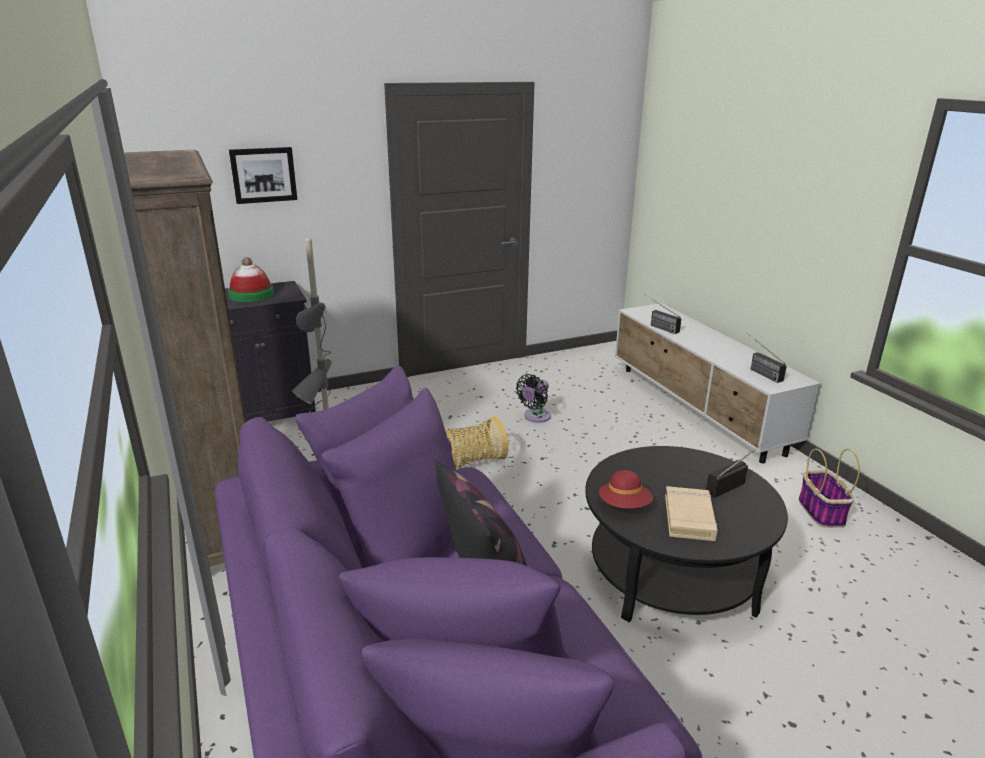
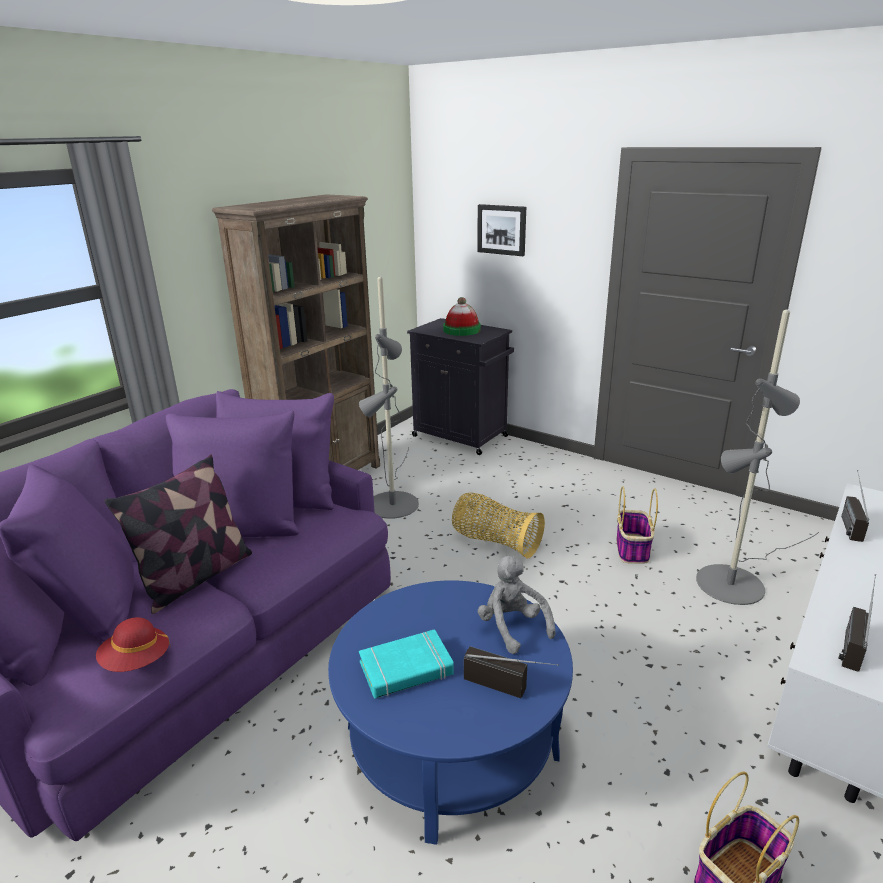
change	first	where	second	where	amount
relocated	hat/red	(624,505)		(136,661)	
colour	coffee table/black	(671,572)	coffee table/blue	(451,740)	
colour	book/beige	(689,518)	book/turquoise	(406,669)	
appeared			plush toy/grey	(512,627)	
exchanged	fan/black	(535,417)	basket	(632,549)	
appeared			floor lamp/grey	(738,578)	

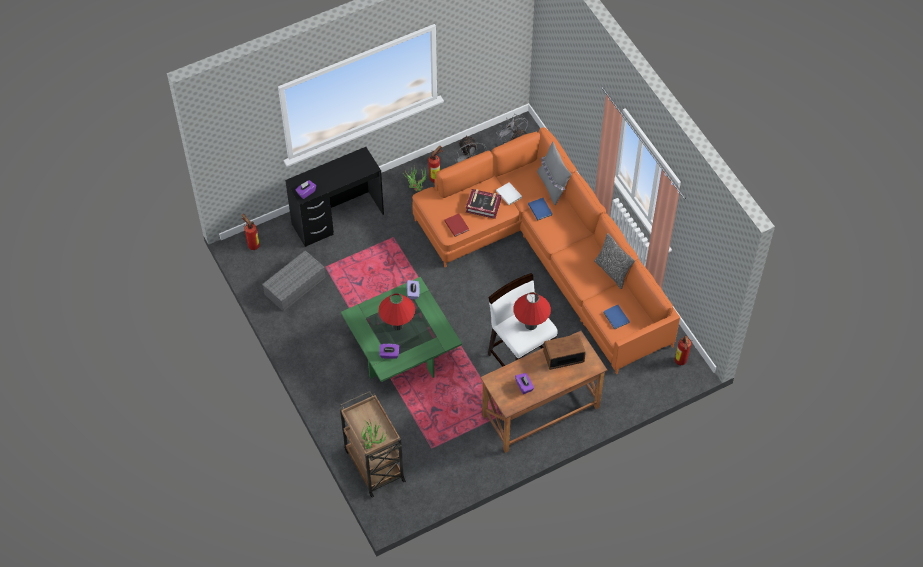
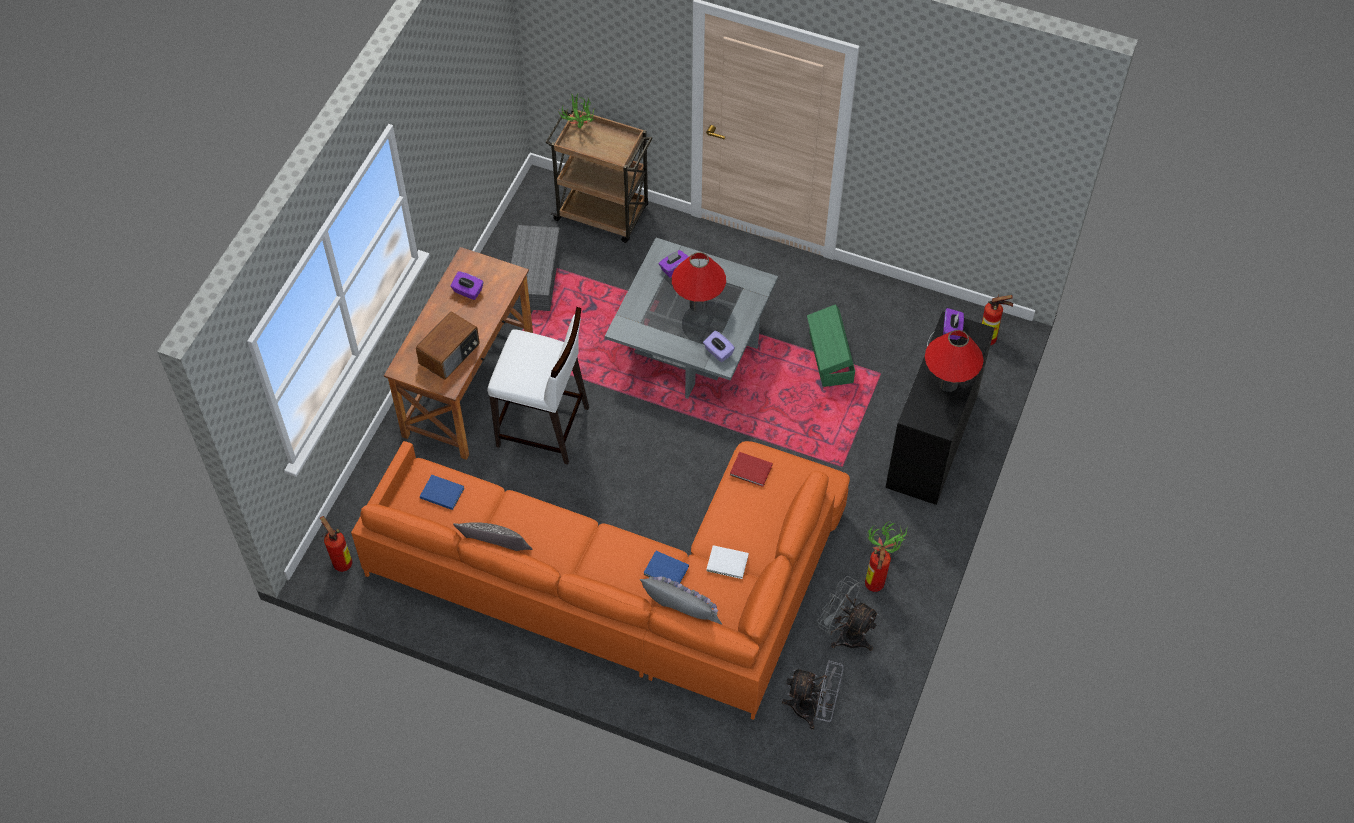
change	first	where	second	where	amount
relocated	storage box/grey	(294,287)		(534,275)	
colour	coffee table/green	(402,350)	coffee table/grey	(691,344)	
appeared			storage box/green	(830,358)	
relocated	table lamp/red	(531,325)		(948,383)	
missing	book	(483,205)			

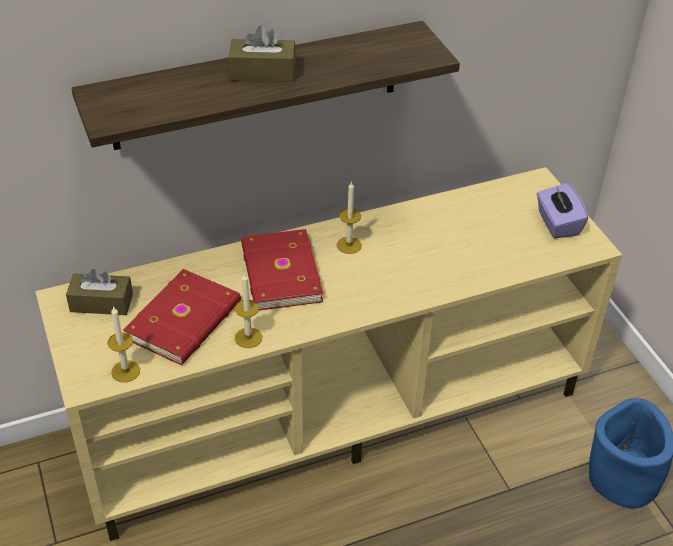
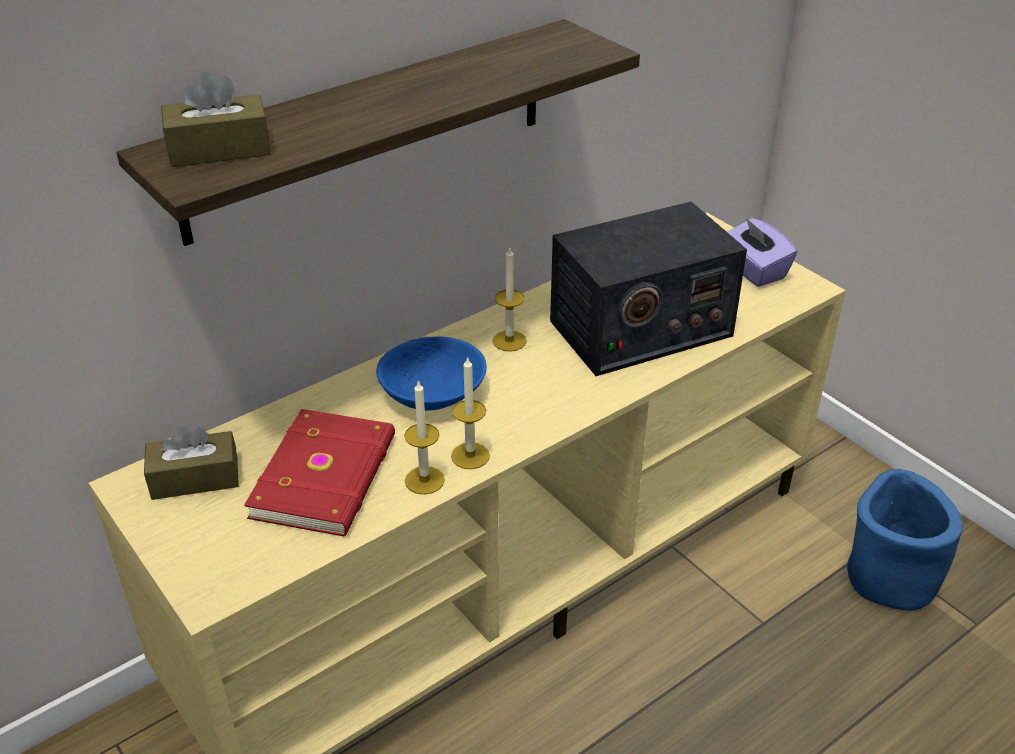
change	first	where	second	where	amount
relocated	tissue box/brown	(263,72)		(219,149)	
exchanged	book/red	(279,274)	bowl/blue	(433,392)	
relocated	candle	(125,371)		(470,456)	
appeared			radio	(639,329)	

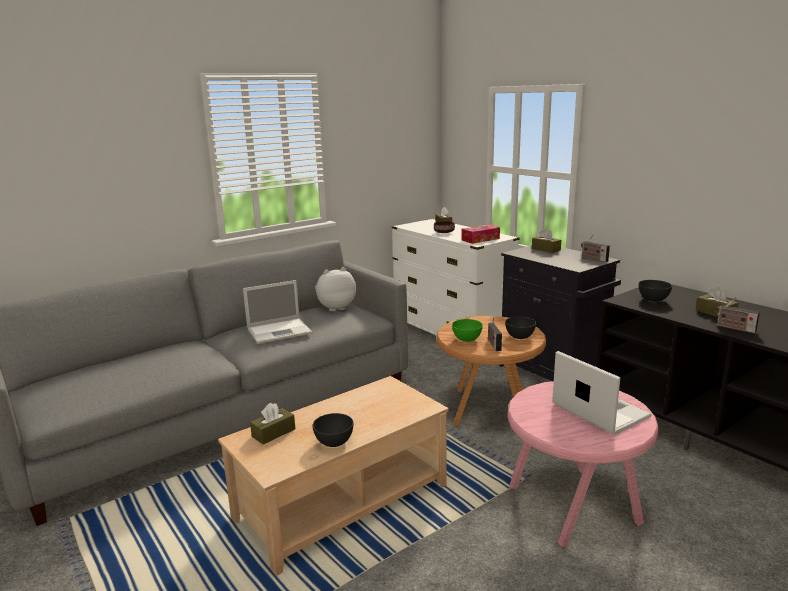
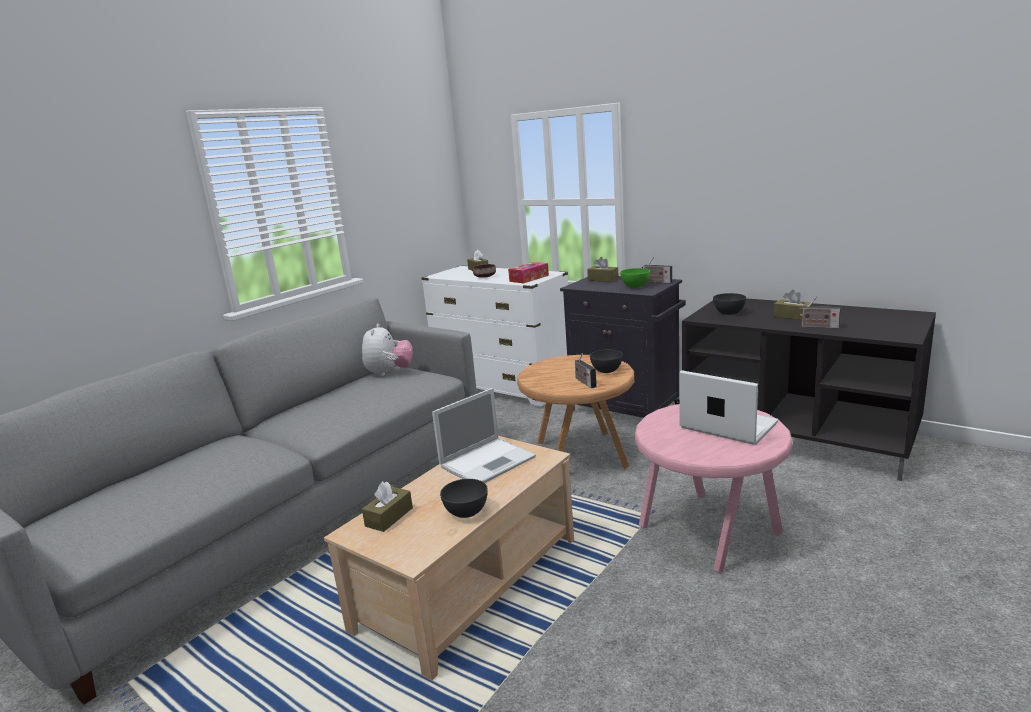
change	first	where	second	where	amount
spun	plush toy	(335,308)		(389,373)	135 degrees clockwise
relocated	laptop	(280,331)		(488,461)	
relocated	bowl/green	(467,339)		(635,286)	

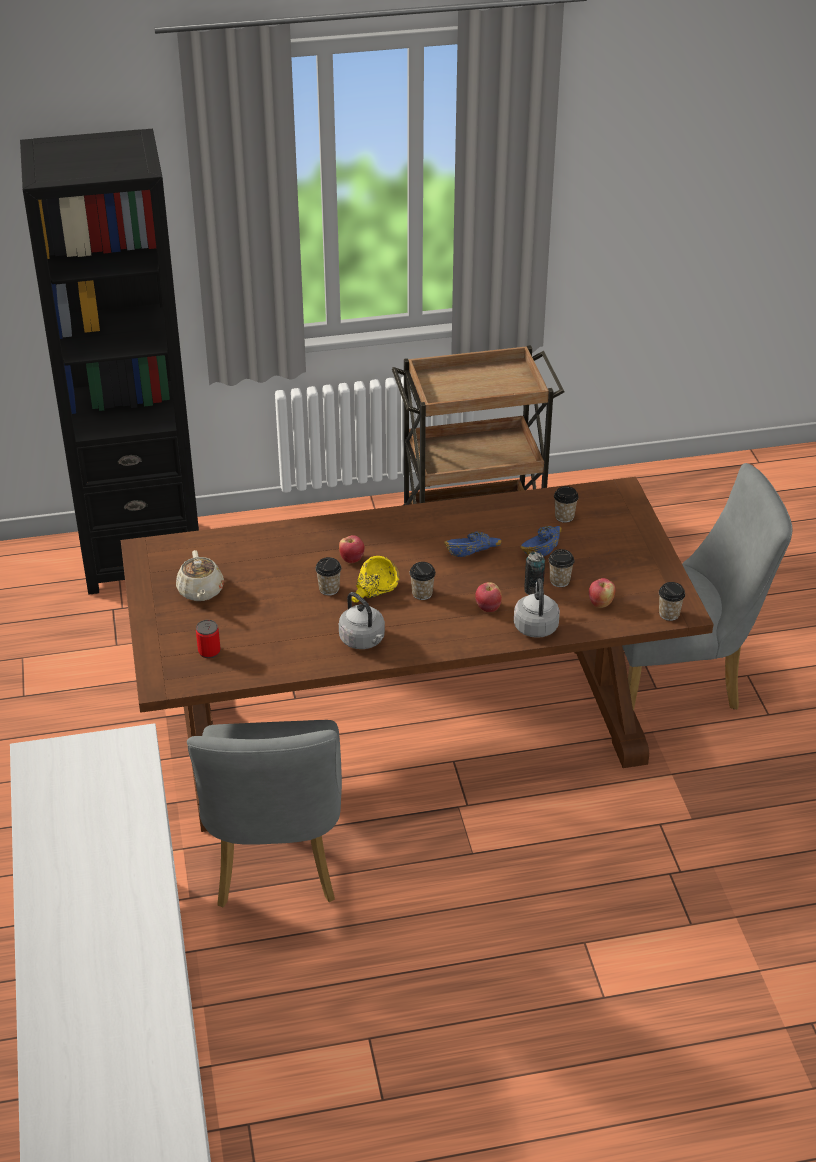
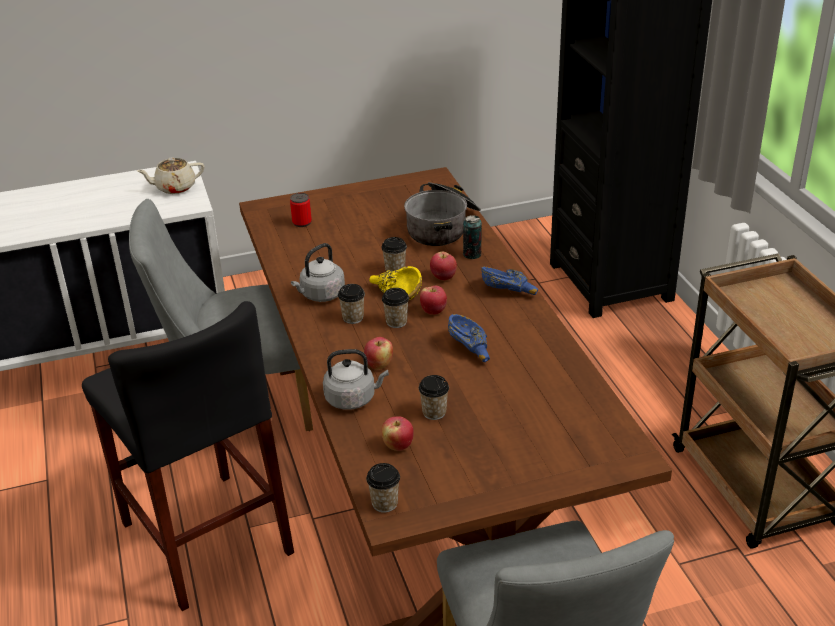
change	first	where	second	where	amount
appeared			stool/black	(206,538)	
relocated	teapot/beige	(200,591)		(174,187)	
relocated	cup	(564,517)		(353,318)	
appeared			cooking pot	(443,227)	
appeared			apple	(433,311)	
relocated	can	(533,590)		(472,254)	
relocated	bowl/blue	(542,548)		(509,290)	

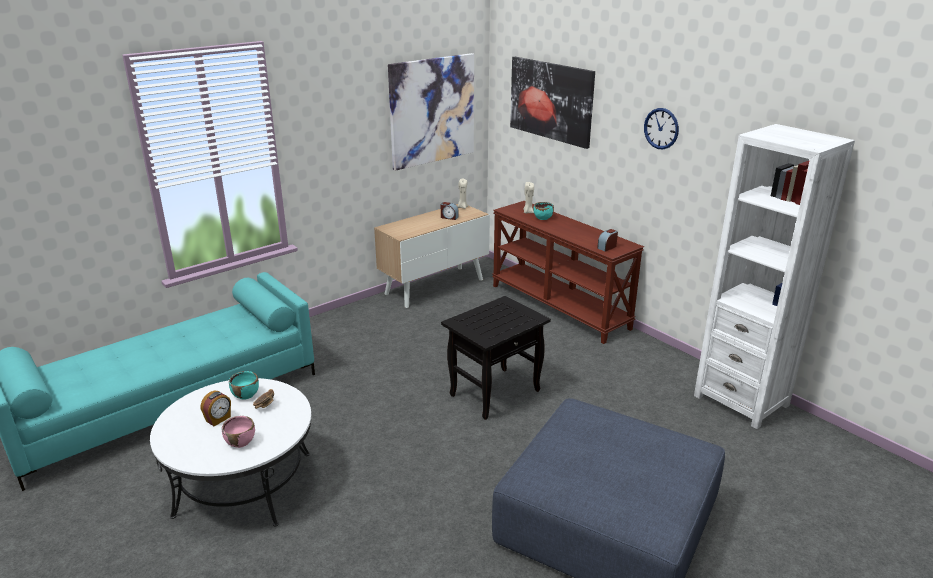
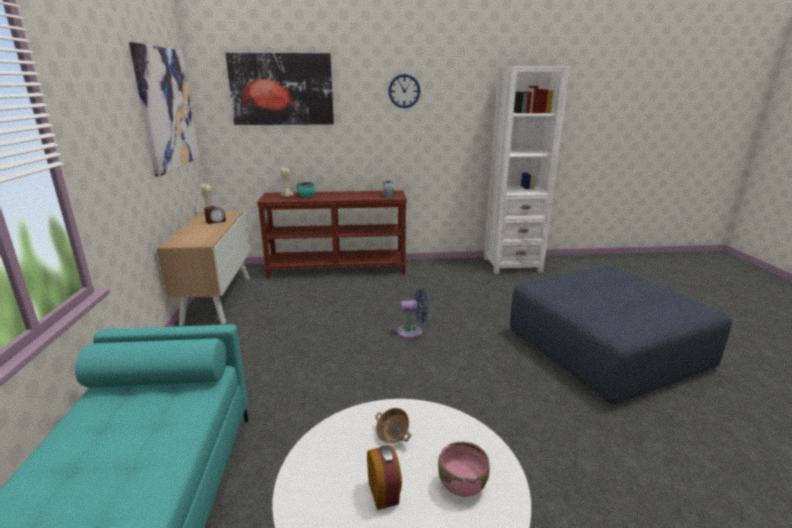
change	first	where	second	where	amount
exchanged	side table/black	(495,392)	fan/blue	(412,332)	
missing	bowl/turquoise	(246,394)			

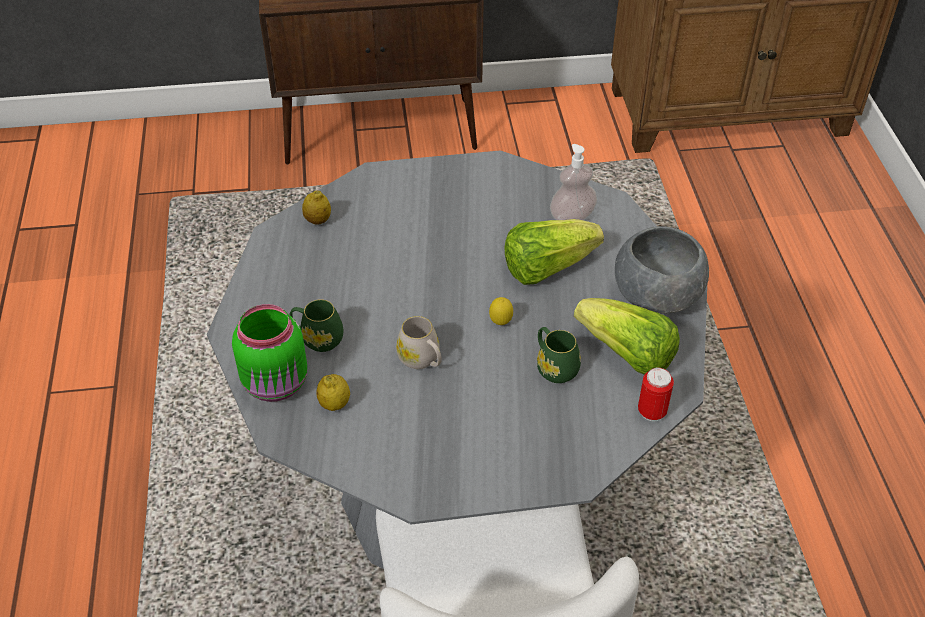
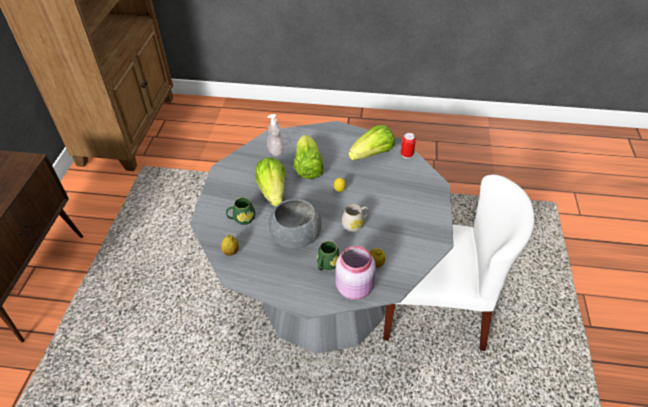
change	first	where	second	where	amount
relocated	mug/green	(554,367)		(241,219)	
appeared			lettuce	(273,191)	
relocated	bowl/grey	(657,295)		(295,236)	
colour	jar/green	(277,384)	jar/pink	(355,287)	

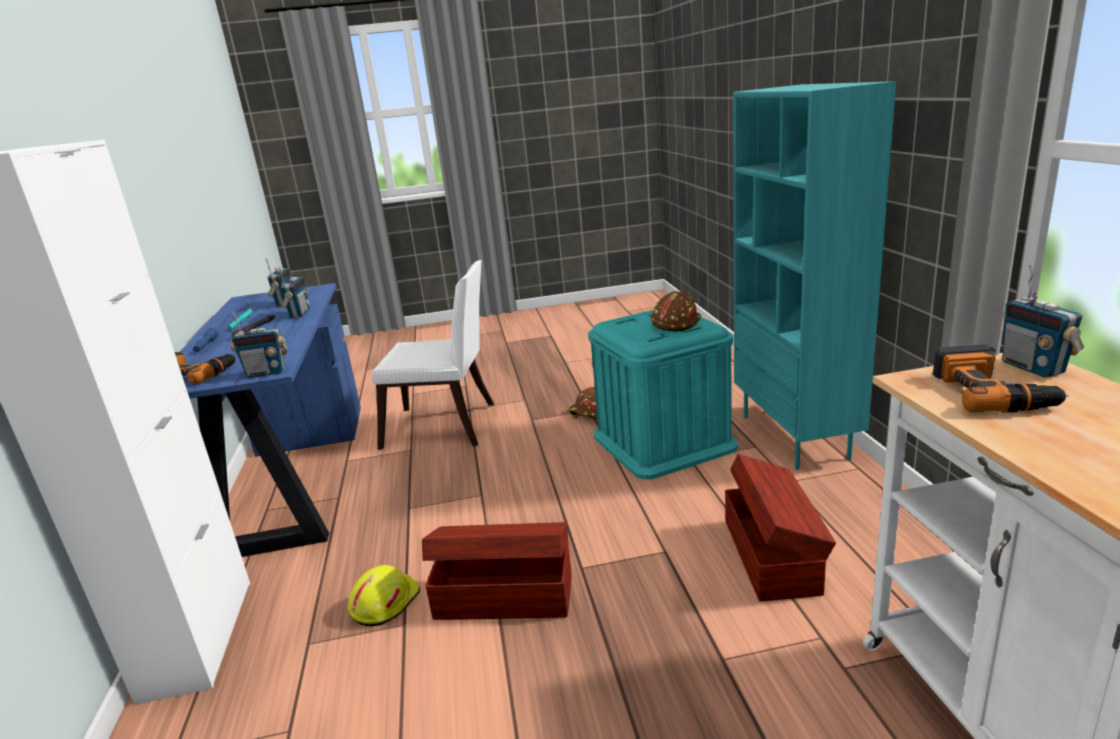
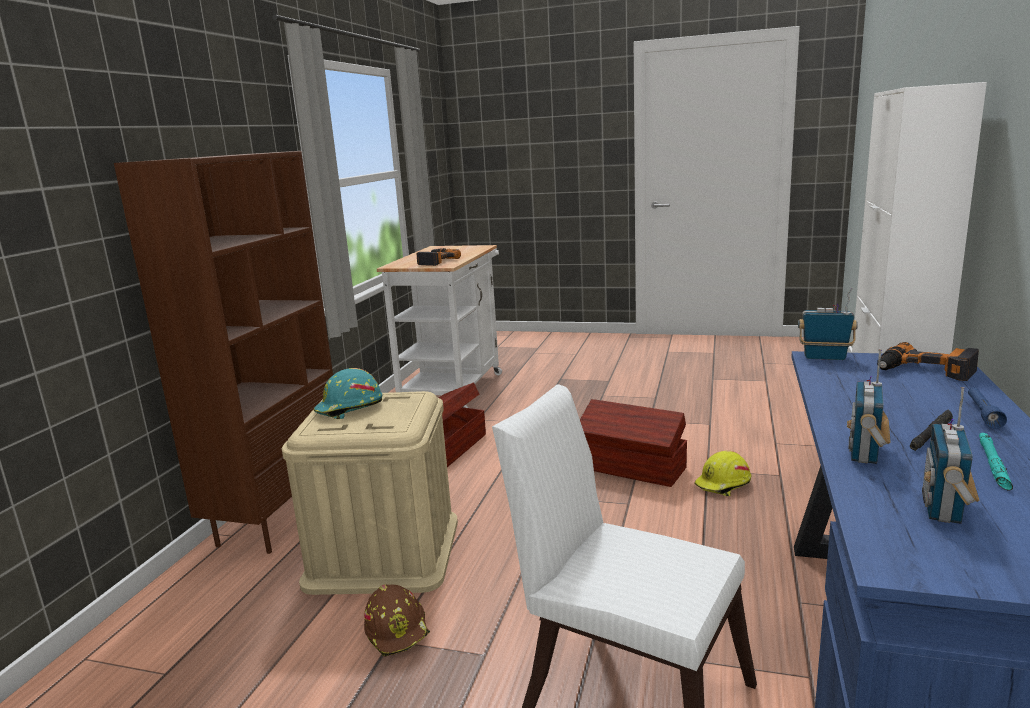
change	first	where	second	where	amount
colour	bookcase/turquoise	(796,437)	bookcase/brown	(279,515)	
colour	storage box/turquoise	(663,441)	storage box/beige	(384,551)	
colour	hard hat/brown	(675,323)	hard hat/turquoise	(349,408)	
missing	radio	(1033,368)			

